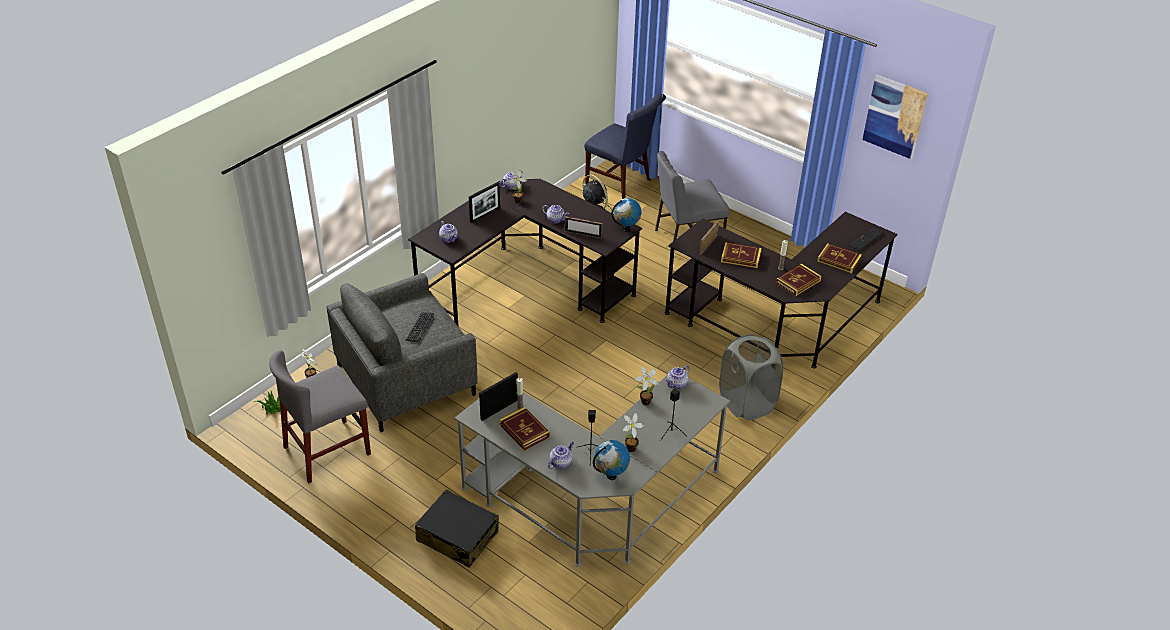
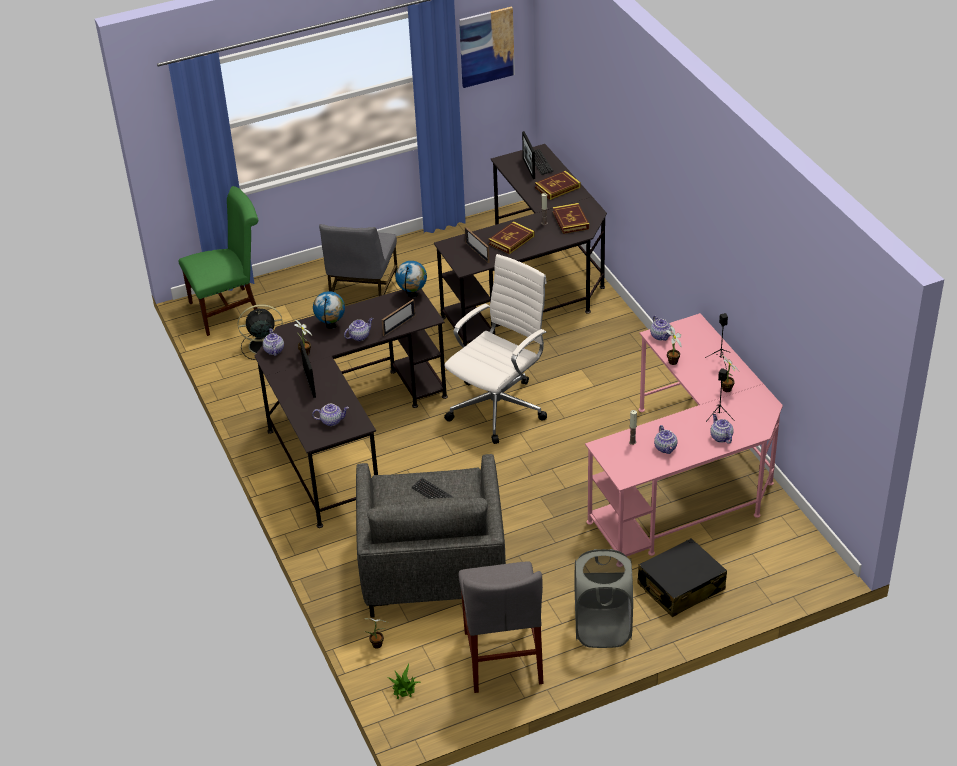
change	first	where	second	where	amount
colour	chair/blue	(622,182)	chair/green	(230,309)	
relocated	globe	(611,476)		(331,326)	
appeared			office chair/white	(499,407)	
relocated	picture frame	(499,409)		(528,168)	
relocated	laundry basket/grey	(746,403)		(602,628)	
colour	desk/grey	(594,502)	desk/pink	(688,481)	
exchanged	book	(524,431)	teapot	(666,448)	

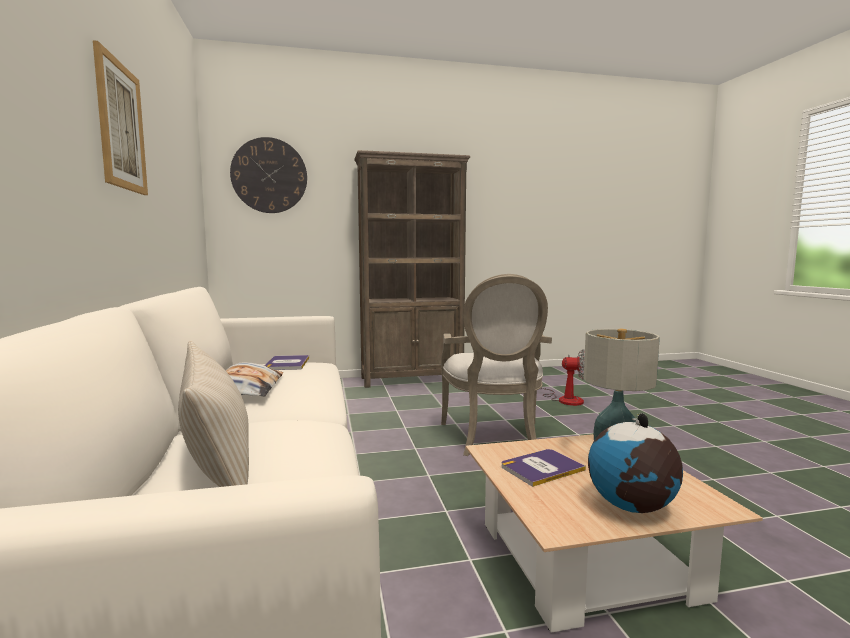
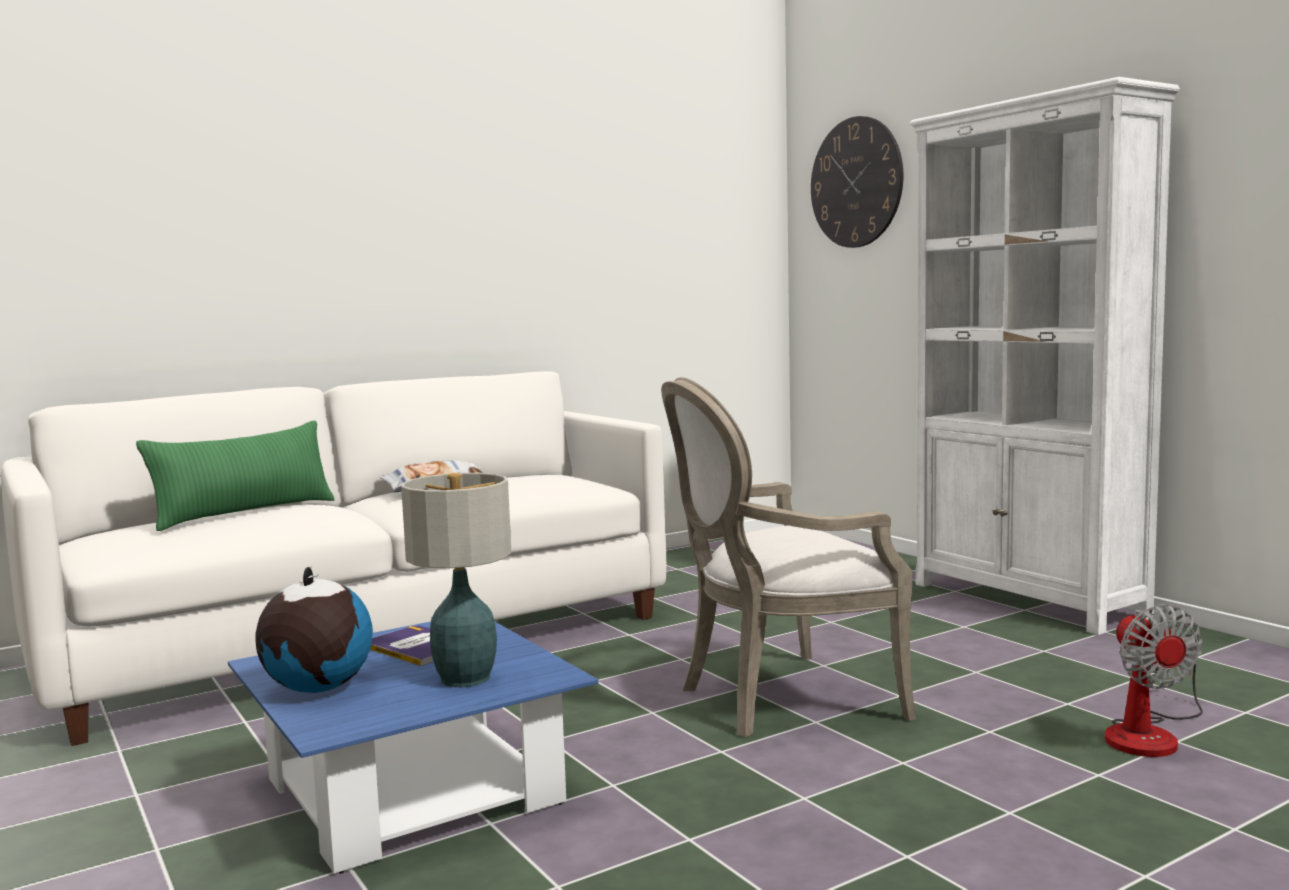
change	first	where	second	where	amount
colour	pillow/beige	(216,458)	pillow/green	(245,513)	
colour	coffee table/beige	(586,559)	coffee table/blue	(413,791)	
colour	bookcase/brown	(412,379)	bookcase/white	(1028,600)	
missing	picture	(121,126)			
missing	book	(287,363)			

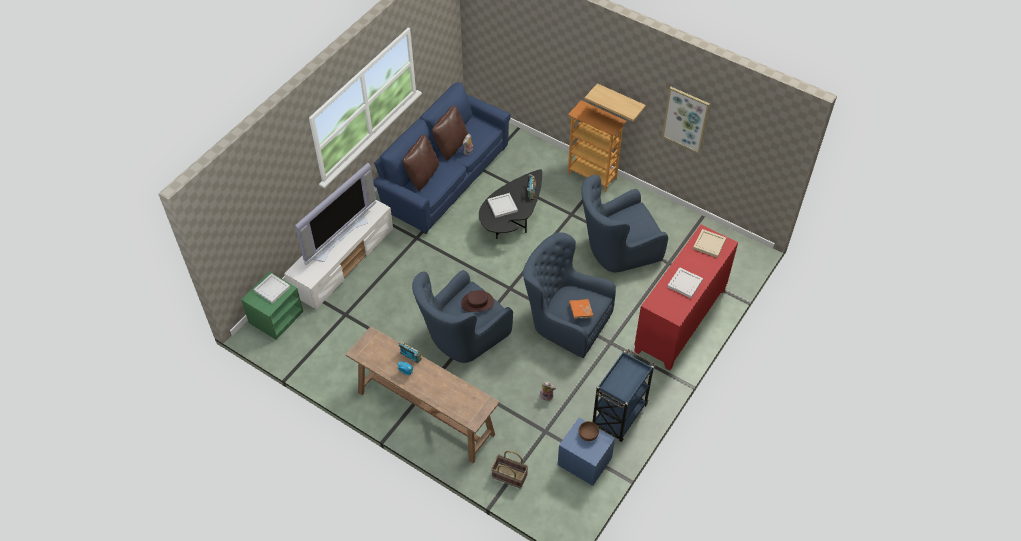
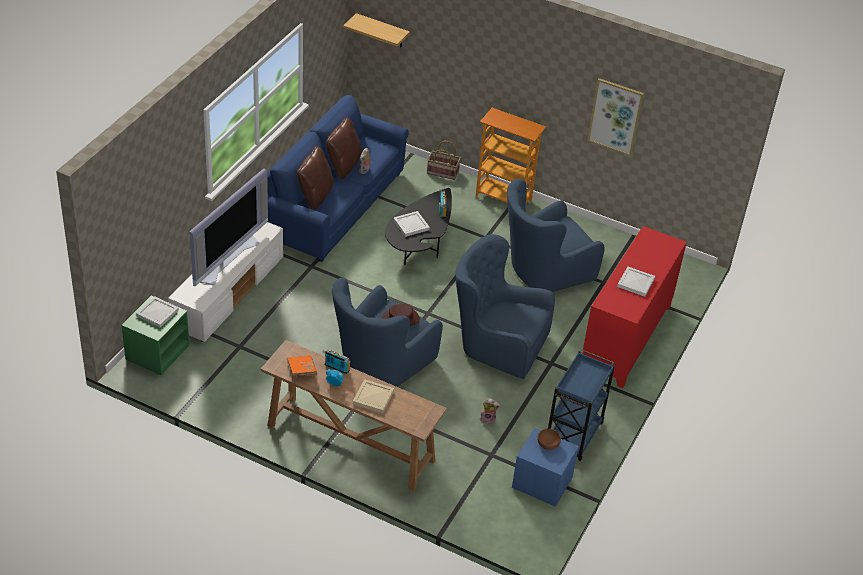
change	first	where	second	where	amount
relocated	book/orange	(580,312)		(301,370)	
relocated	shelf	(620,101)		(382,31)	
relocated	tray/beige	(709,244)		(373,398)	
relocated	basket	(509,476)		(442,172)	

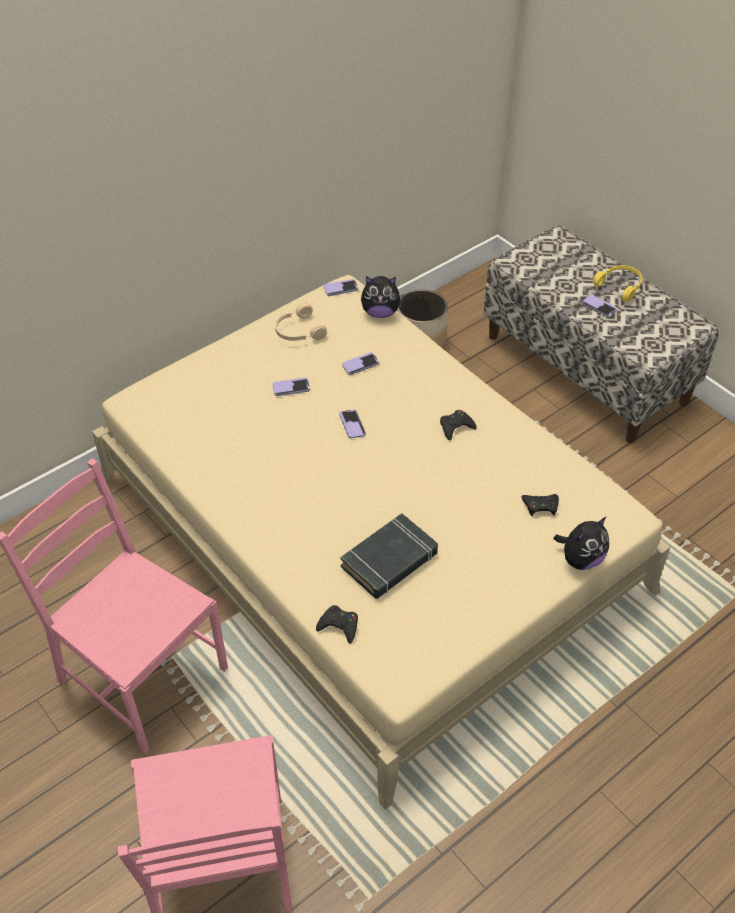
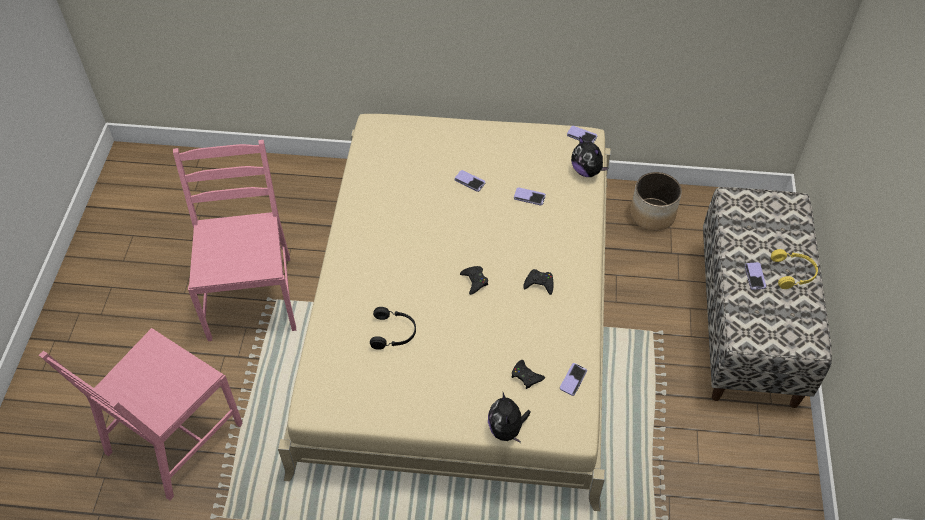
change	first	where	second	where	amount
exchanged	book/black	(389,560)	headphones/black	(394,333)	
relocated	game controller/black	(339,626)		(474,281)	
spun	plush toy	(580,559)		(507,429)	75 degrees clockwise
relocated	phone	(352,424)		(573,380)	
missing	headphones/beige	(298,331)			

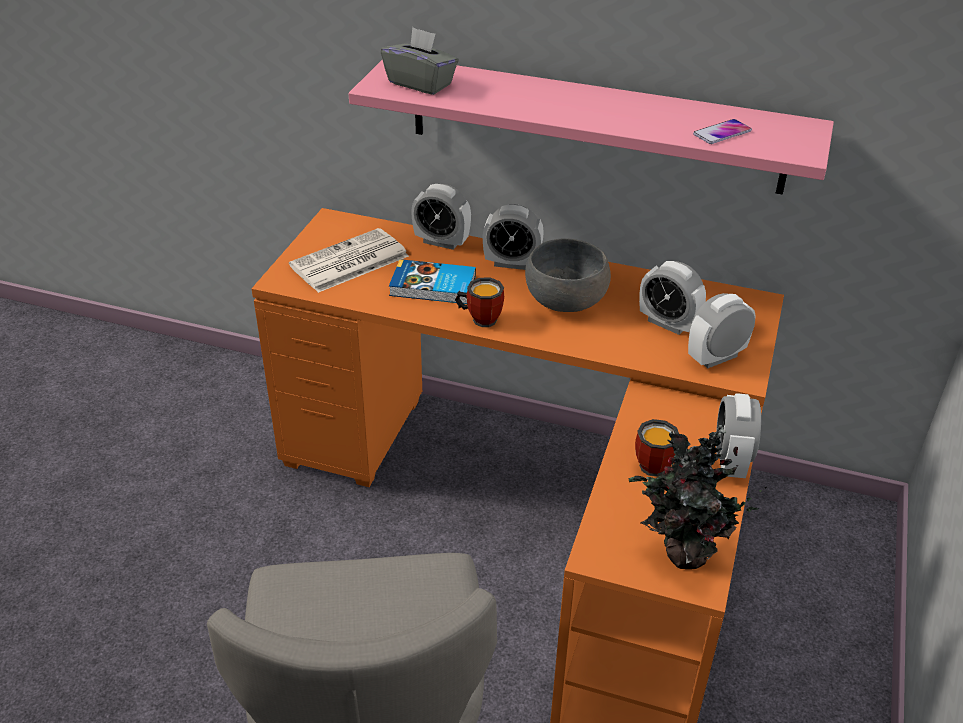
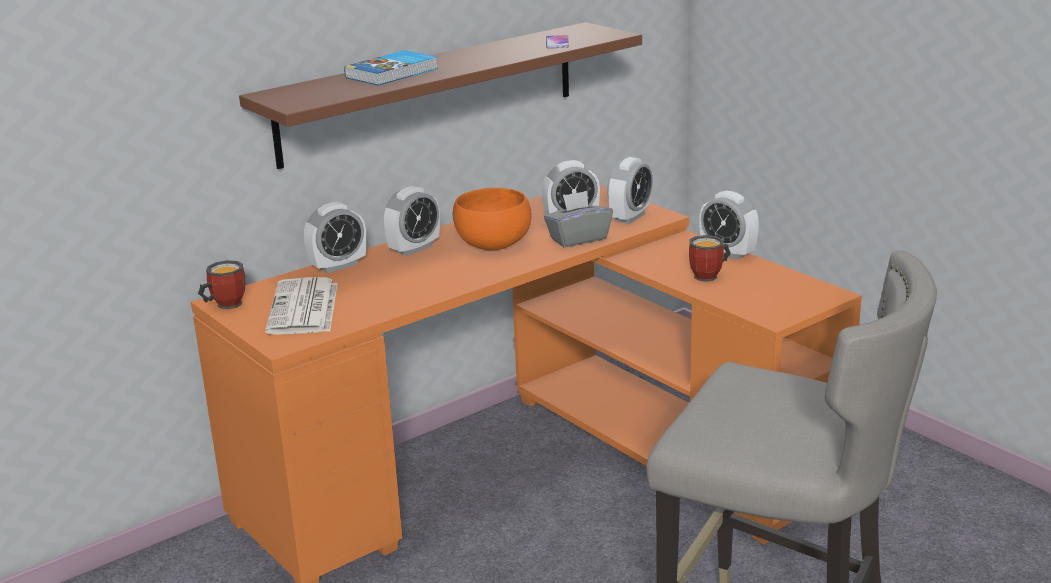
change	first	where	second	where	amount
relocated	mug	(480,318)		(224,305)	
colour	shelf/pink	(595,124)	shelf/brown	(430,92)	
relocated	book	(433,286)		(393,73)	
colour	bowl/grey	(566,300)	bowl/orange	(494,243)	
relocated	tissue box/grey	(420,83)		(578,239)	
spun	alarm clock	(716,357)		(630,217)	150 degrees counterclockwise
missing	potted plant	(682,556)			

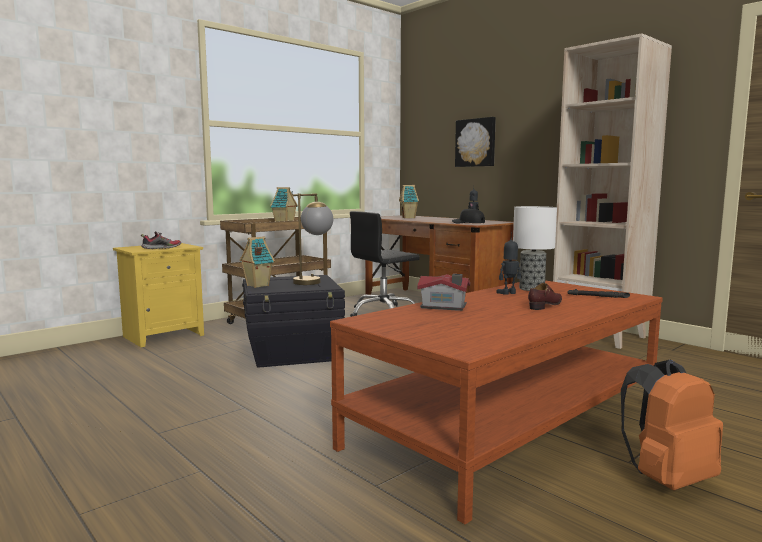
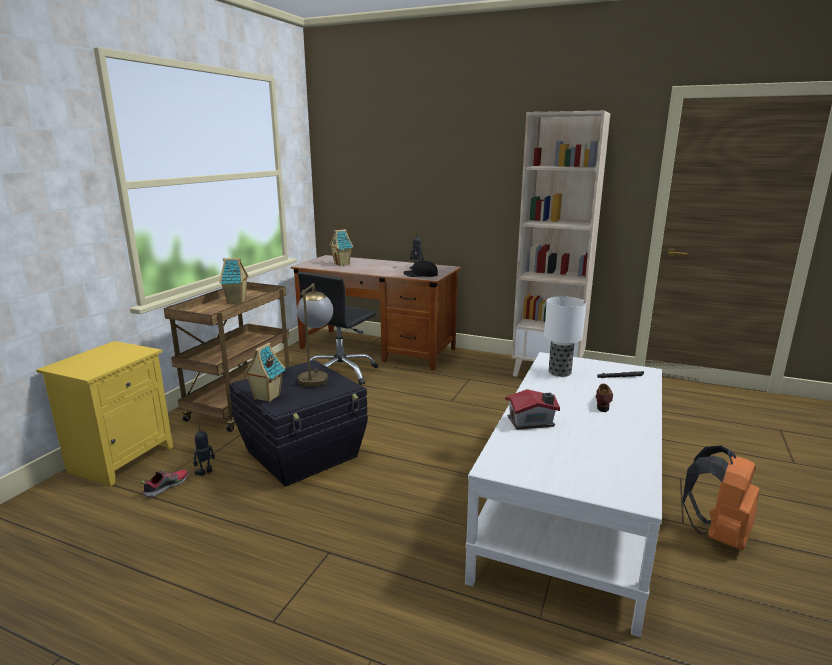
change	first	where	second	where	amount
relocated	shoe	(161,248)		(166,487)	
relocated	toy robot	(508,293)		(205,472)	
colour	coffee table/brown	(506,425)	coffee table/white	(572,507)	
missing	picture	(476,142)			

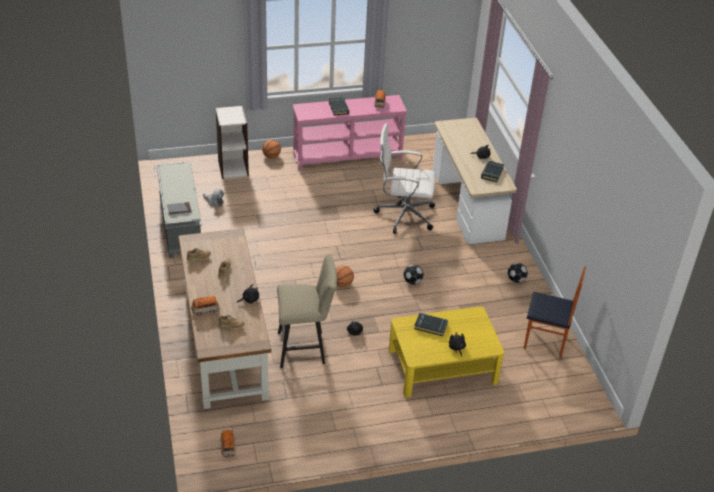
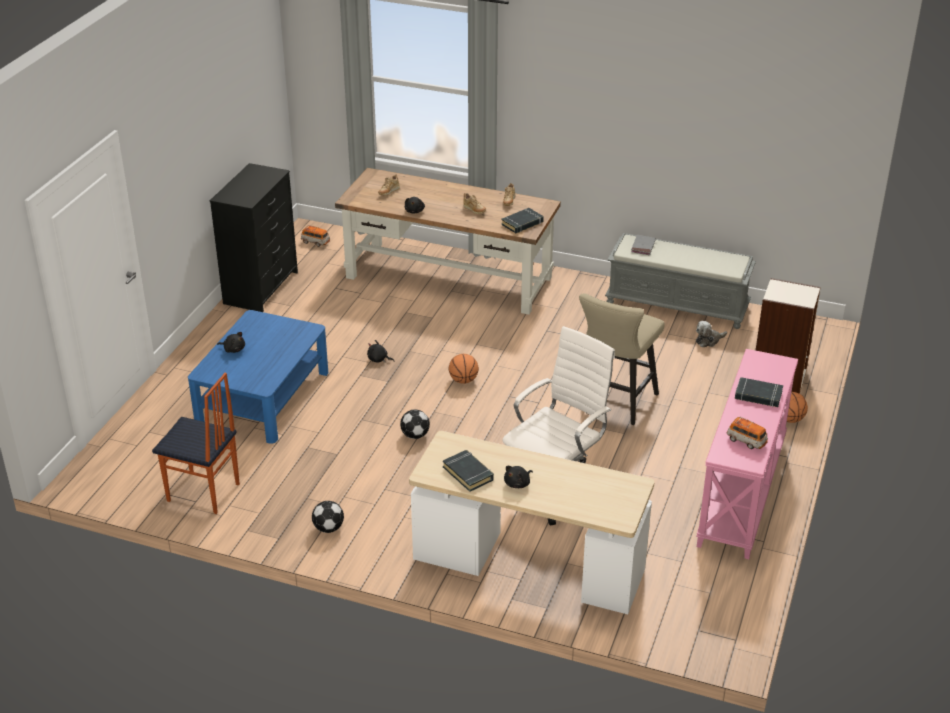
change	first	where	second	where	amount
spun	chair	(545,342)		(203,493)	120 degrees counterclockwise
colour	coffee table/yellow	(442,366)	coffee table/blue	(263,397)	
appeared			dresser/black	(261,288)	
relocated	book/black	(430,326)		(522,223)	
relocated	stool/beige	(305,348)		(615,404)	
missing	toy car	(205,310)			

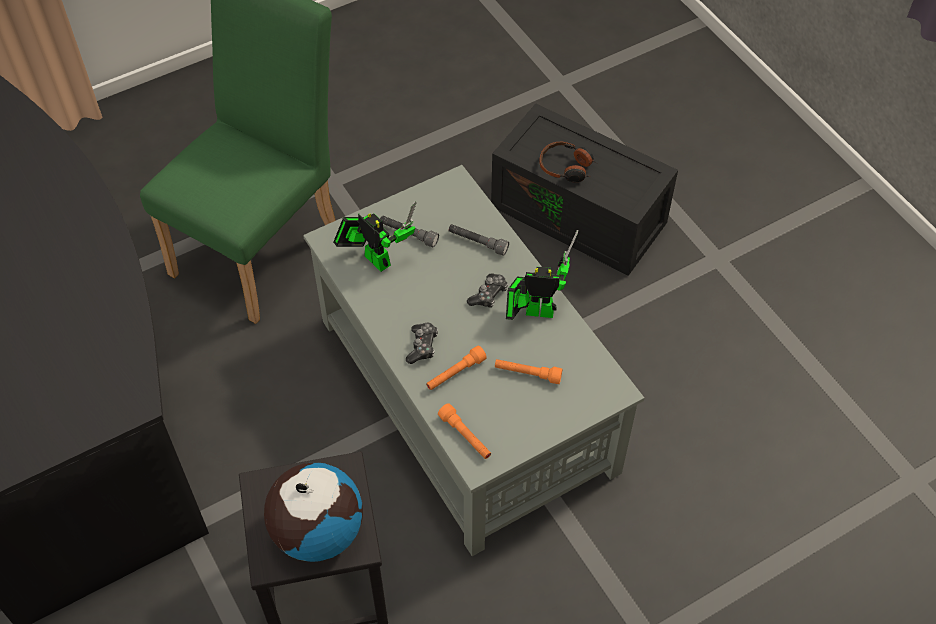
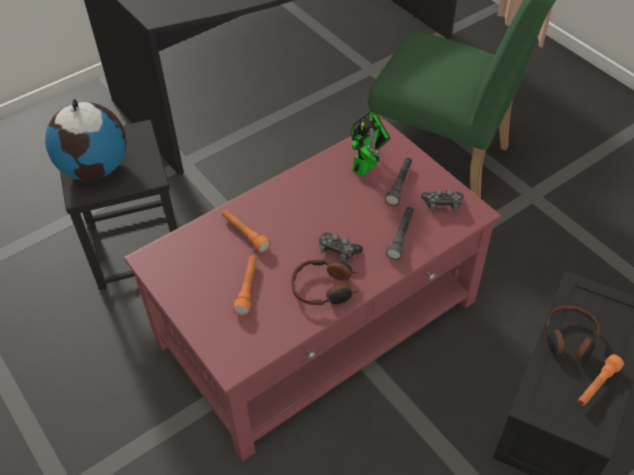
change	first	where	second	where	amount
colour	coffee table/grey	(466,392)	coffee table/red	(319,321)	
exchanged	toy robot	(534,310)	headphones	(324,288)	
relocated	game controller	(422,346)		(442,204)	
relocated	flashlight/orange	(465,436)		(597,385)	

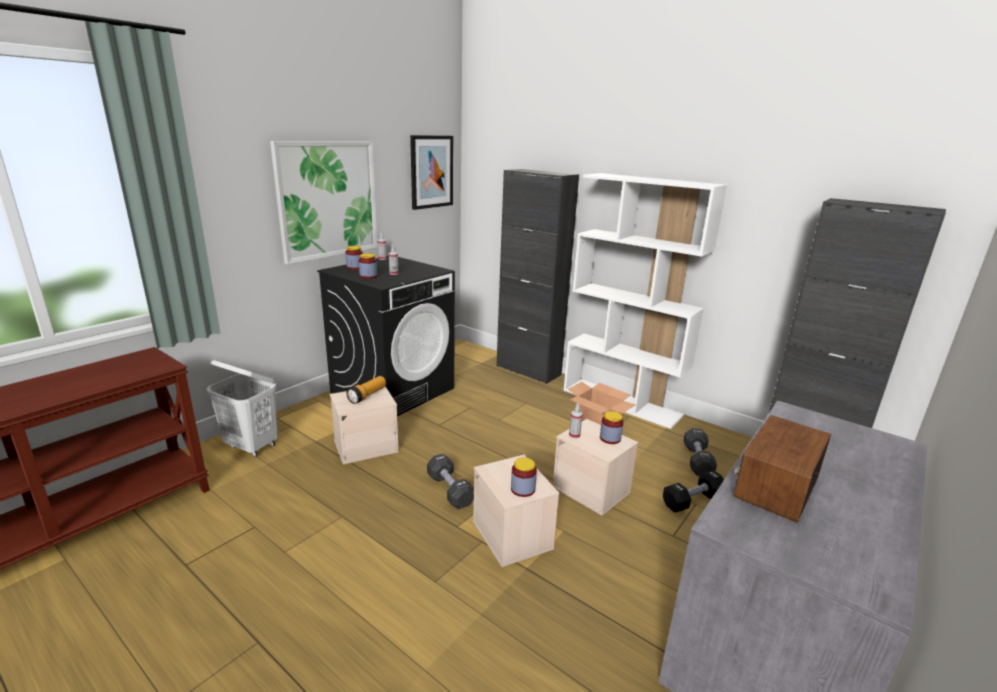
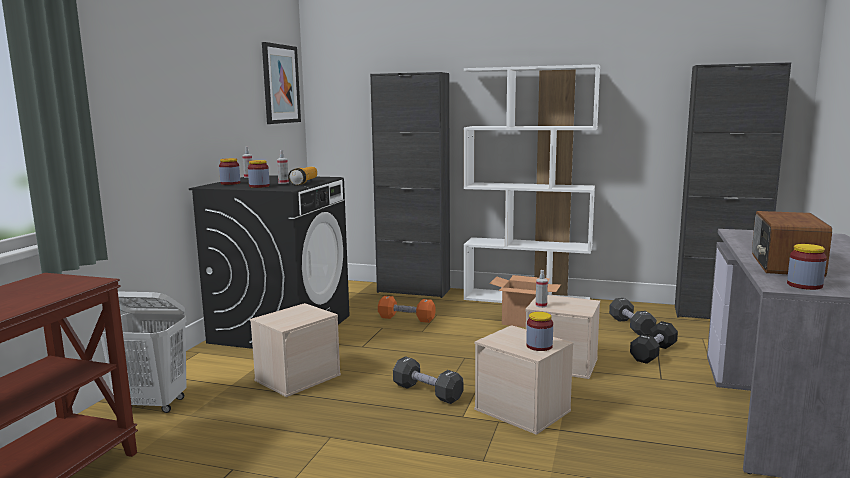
change	first	where	second	where	amount
relocated	flashlight	(367,396)		(304,183)	
appeared			dumbbell/orange	(406,318)	
relocated	jar	(610,438)		(804,285)	
missing	picture	(328,199)			

